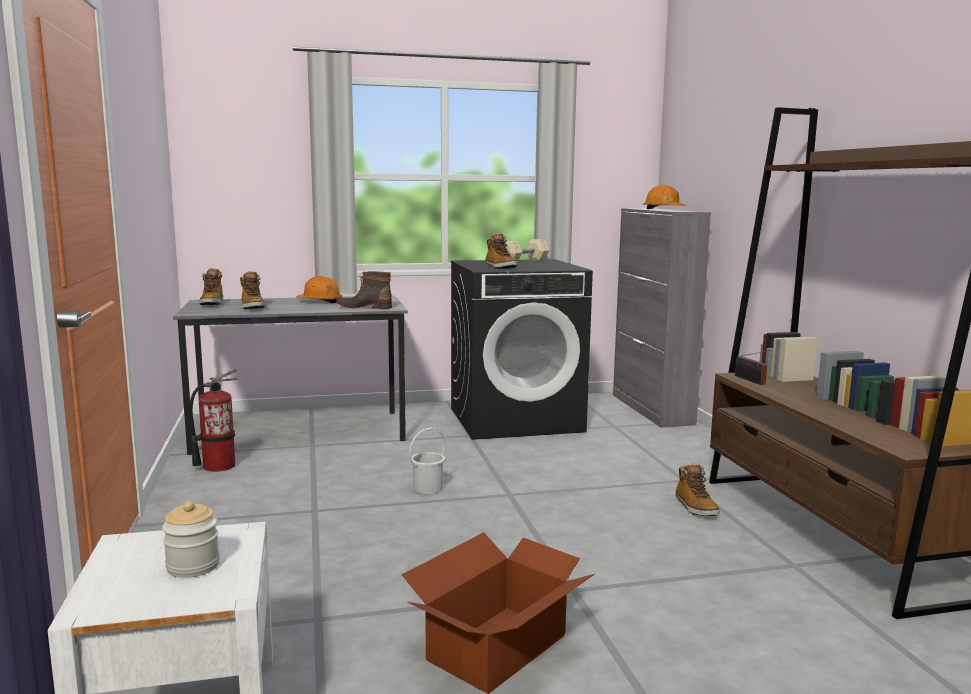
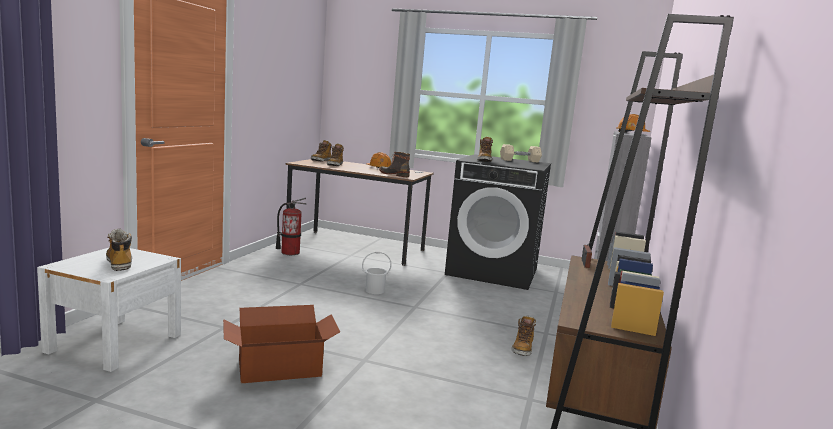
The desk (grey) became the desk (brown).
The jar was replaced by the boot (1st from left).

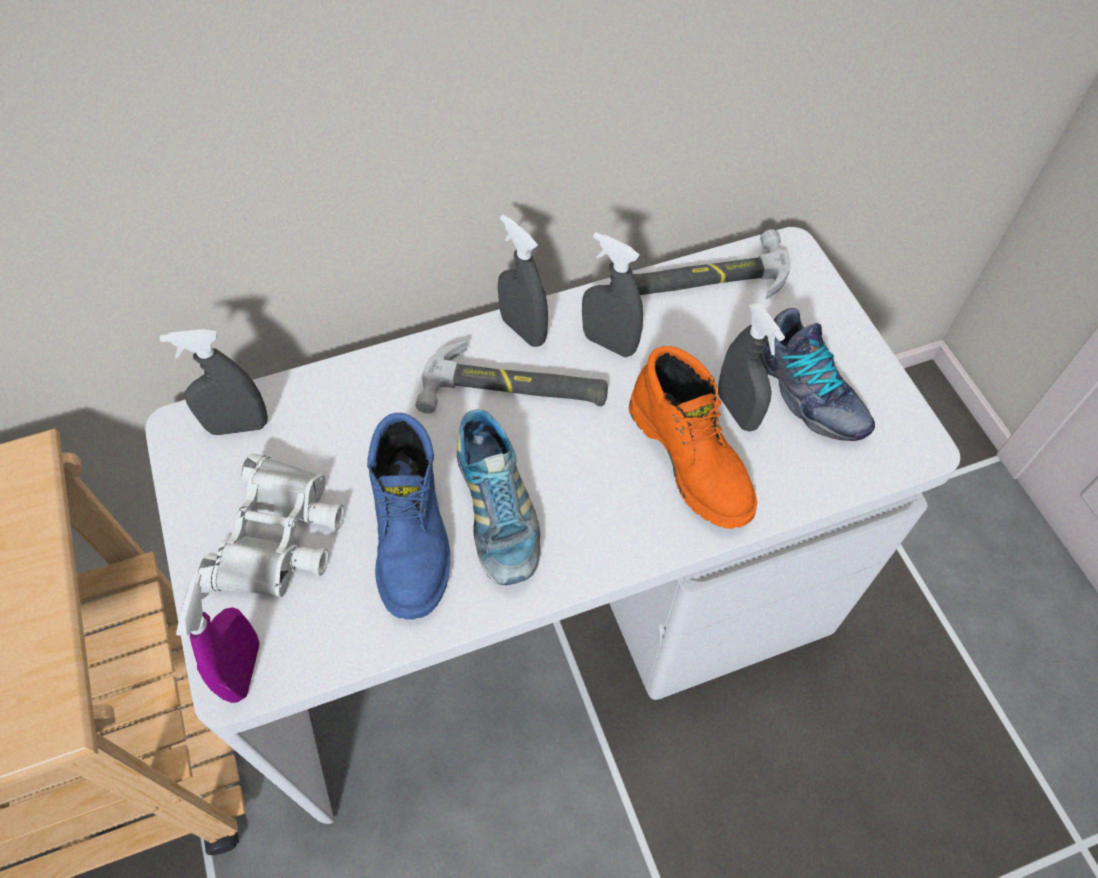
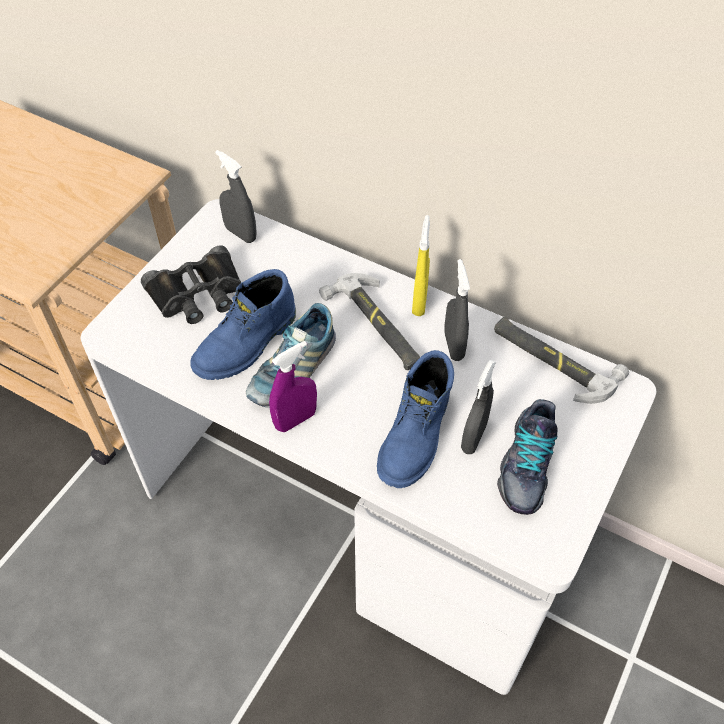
The spray bottle (grey) (2nd from left) became the spray bottle (yellow).
The boot (orange) became the boot (blue) (2nd from left).
The binoculars (white) became the binoculars (black).
The spray bottle (purple) moved.

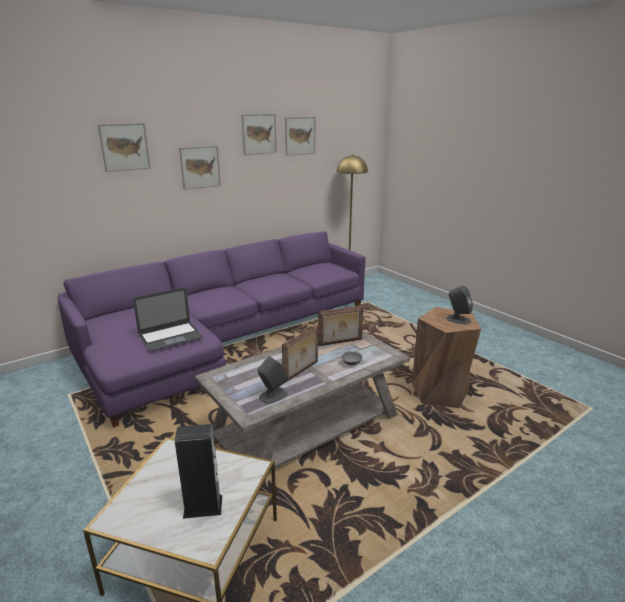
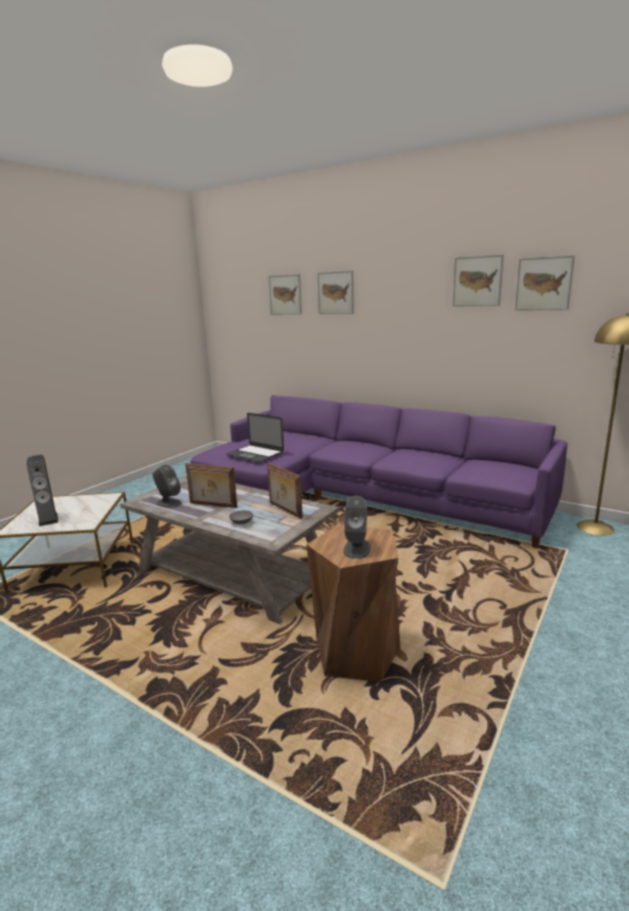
The picture (2nd from left in the first image) moved.

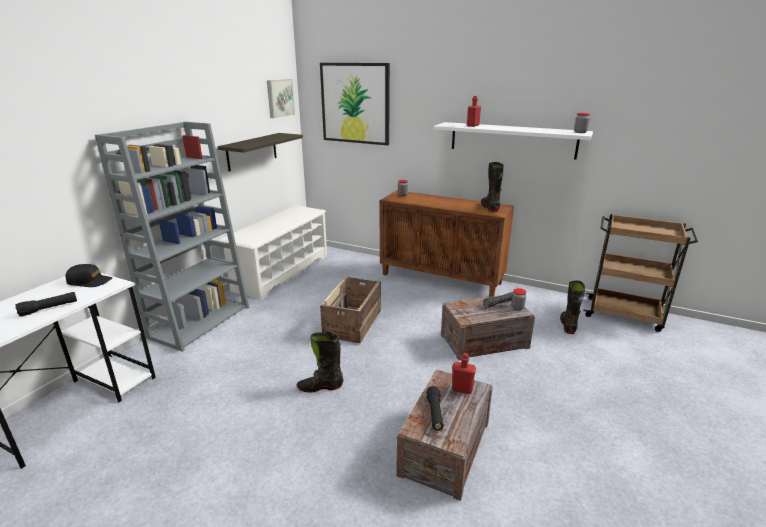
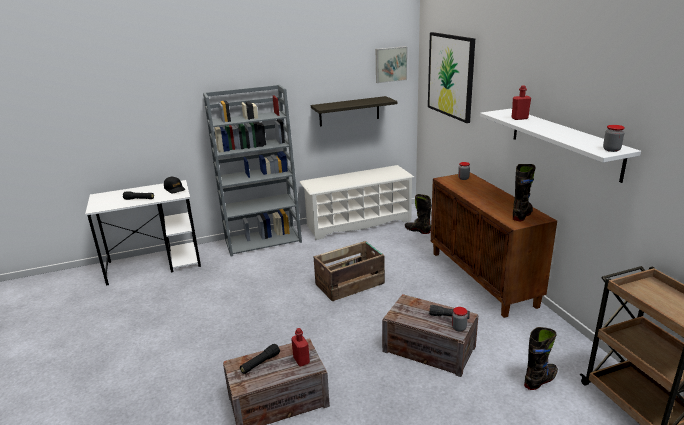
The boot (black) (1st from left) moved.

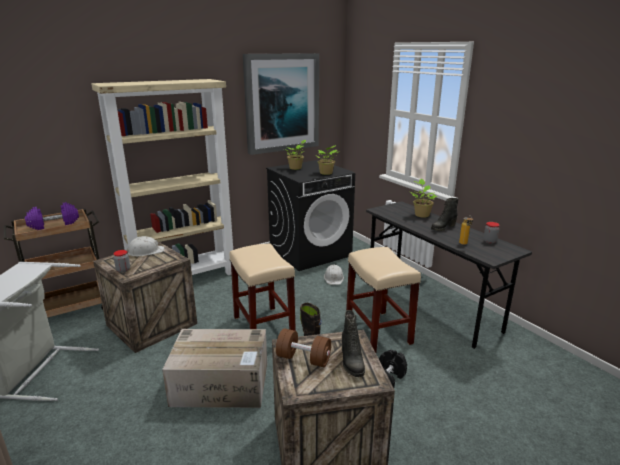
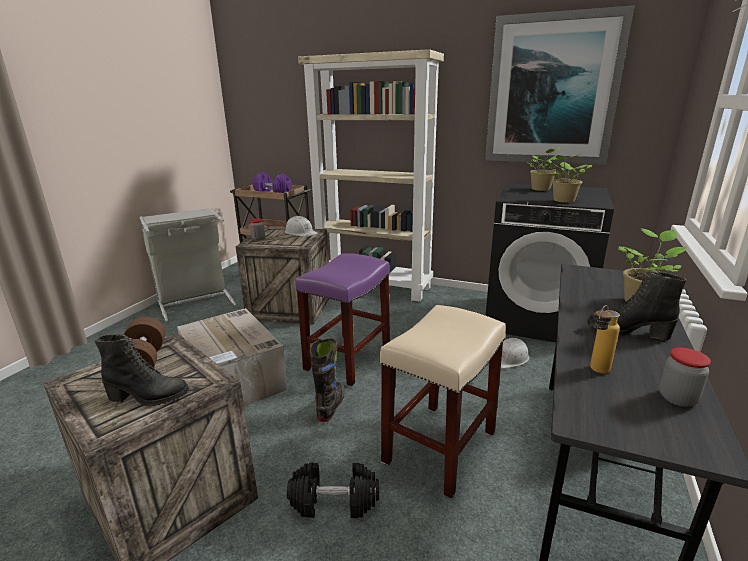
The stool (beige) (1st from left) became the stool (purple).
The boot (black) (2nd from left in the first image) turned 135 degrees counterclockwise.

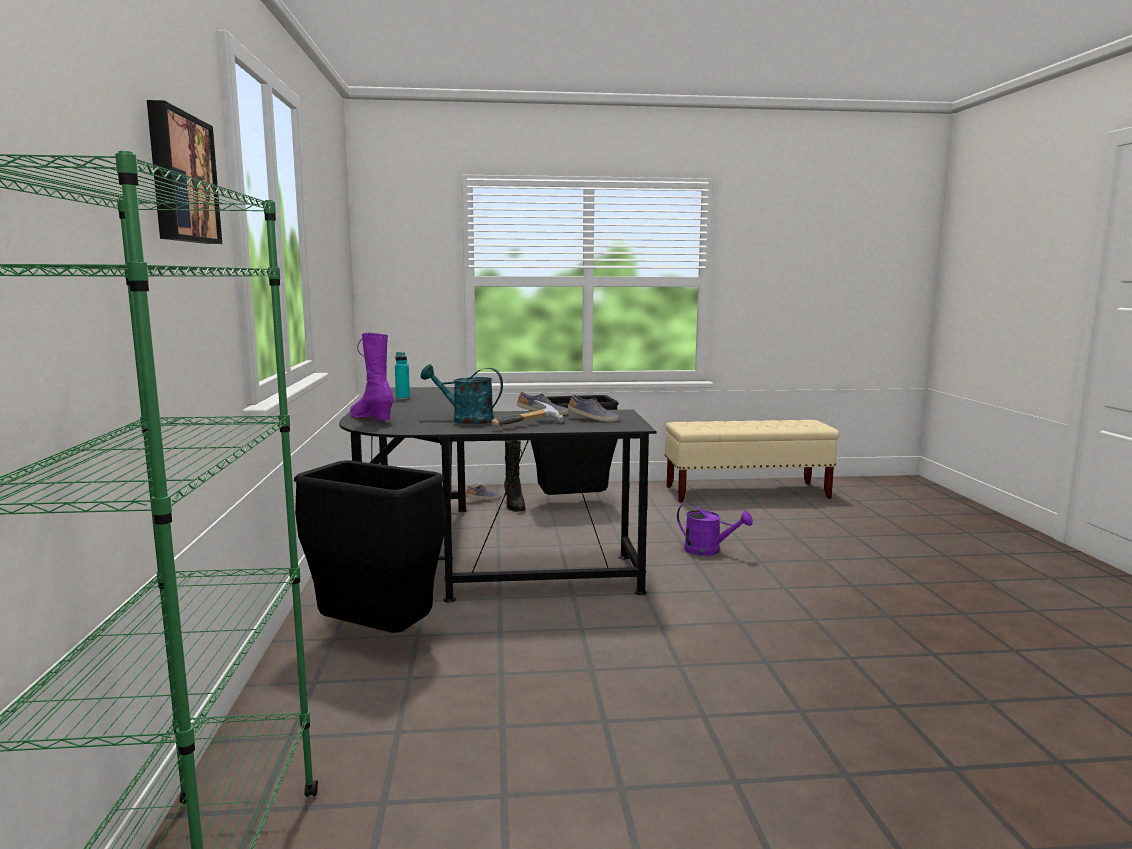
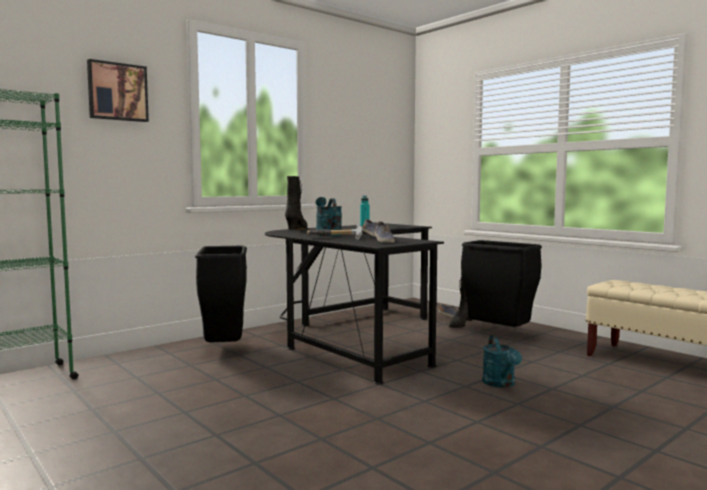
The boot (purple) became the boot (black) (1st from left).
The watering can (purple) became the watering can (turquoise) (2nd from left).

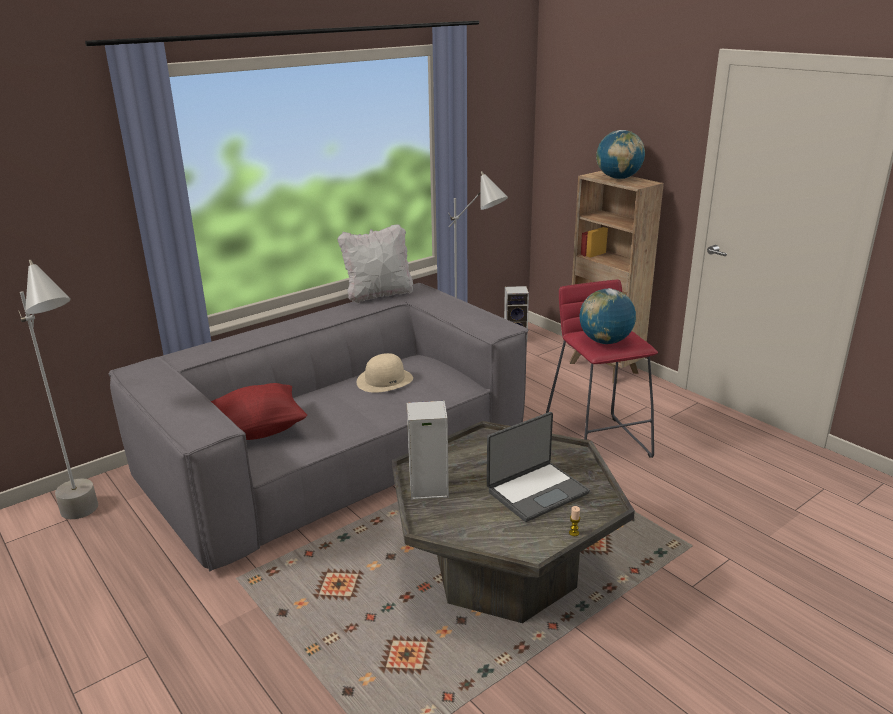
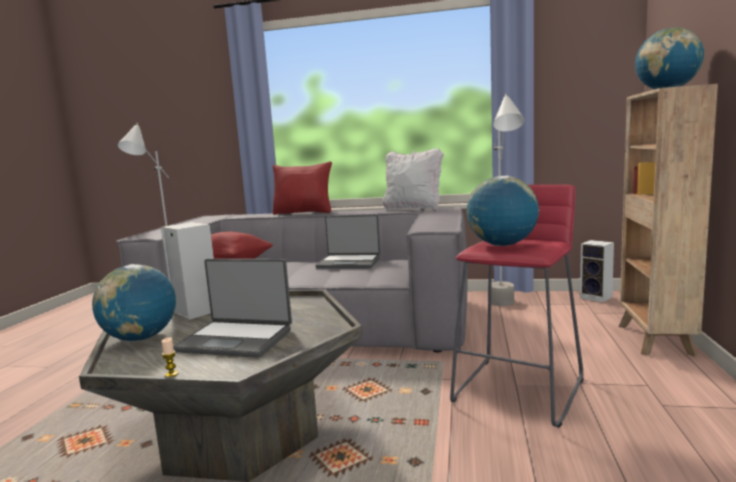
The hat (beige) was replaced by the laptop (2nd from left).
The pillow (red) (2nd from left) appeared.
The globe (1st from left) appeared.

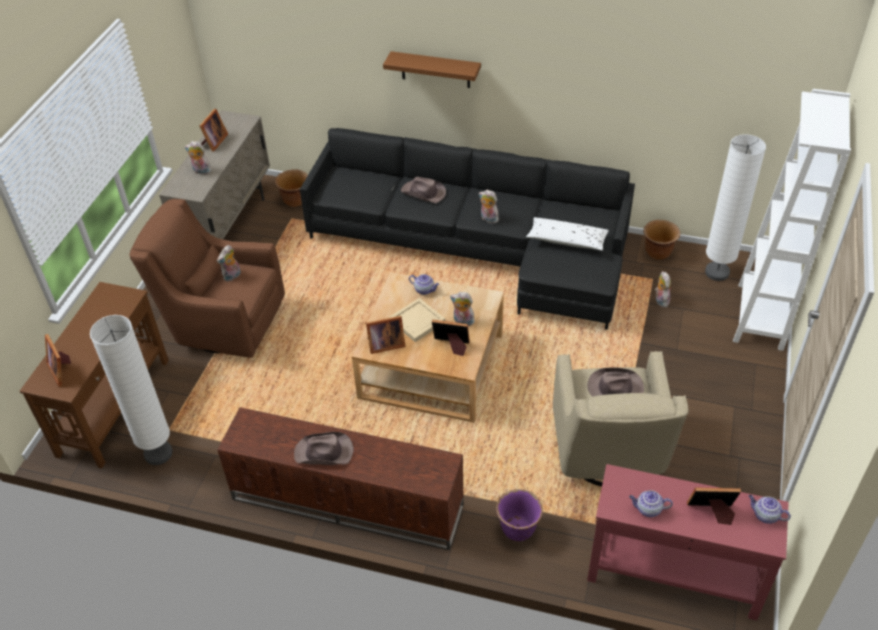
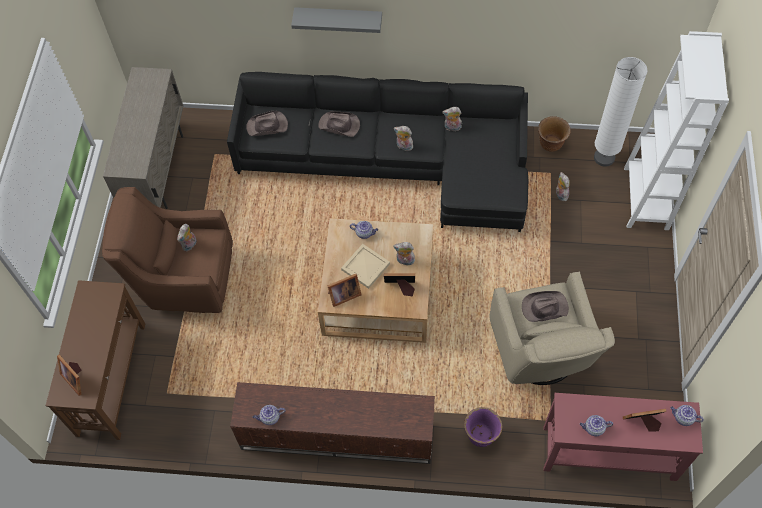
The shelf (brown) became the shelf (grey).
The picture frame (2nd from left) disappeared.
The plush toy (1st from left in the first image) moved.
The planter (brown) (1st from left) disappeared.
The pillow (white) disappeared.
The floor lamp (white) (1st from left) disappeared.
The hat (brown) (1st from left) moved.
The teapot (1st from left) appeared.

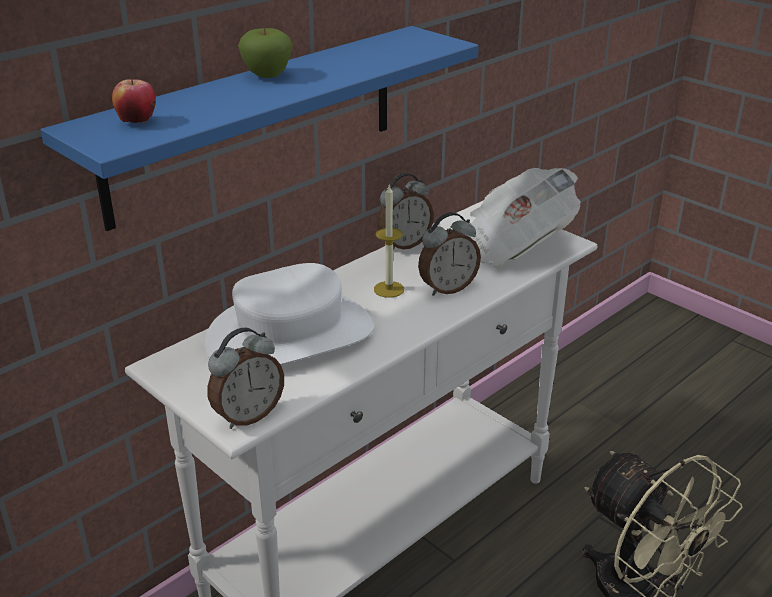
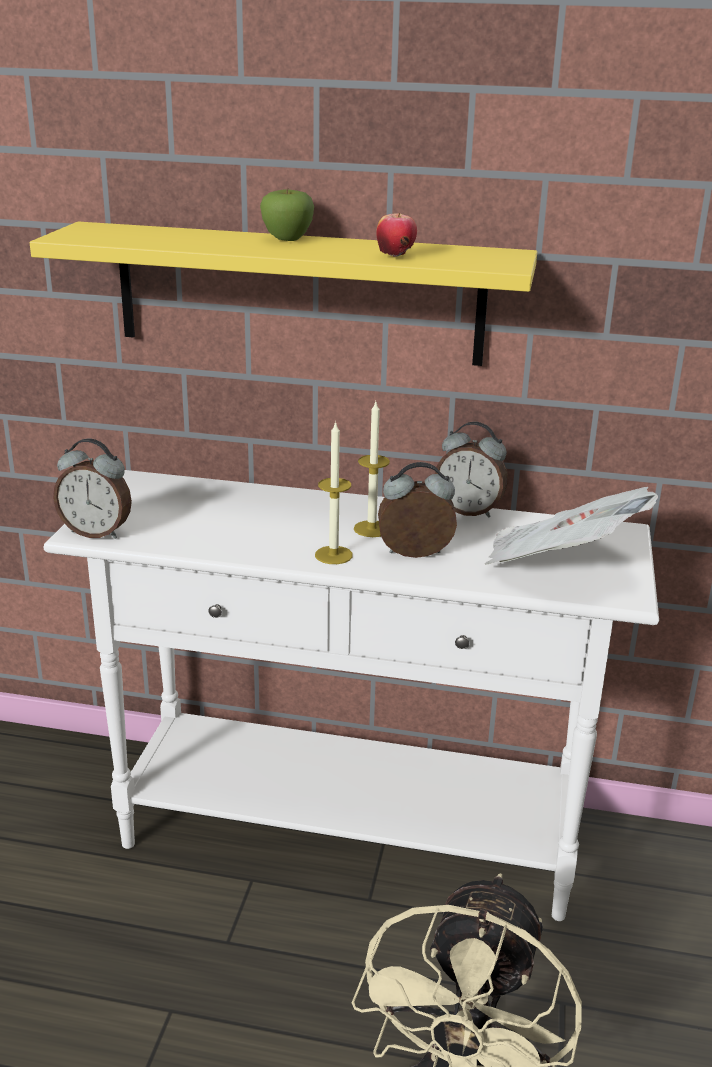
The shelf (blue) became the shelf (yellow).
The apple (1st from left in the first image) moved.
The alarm clock (3rd from left in the first image) turned 150 degrees clockwise.
The hat (white) disappeared.
The candle (1st from left) appeared.

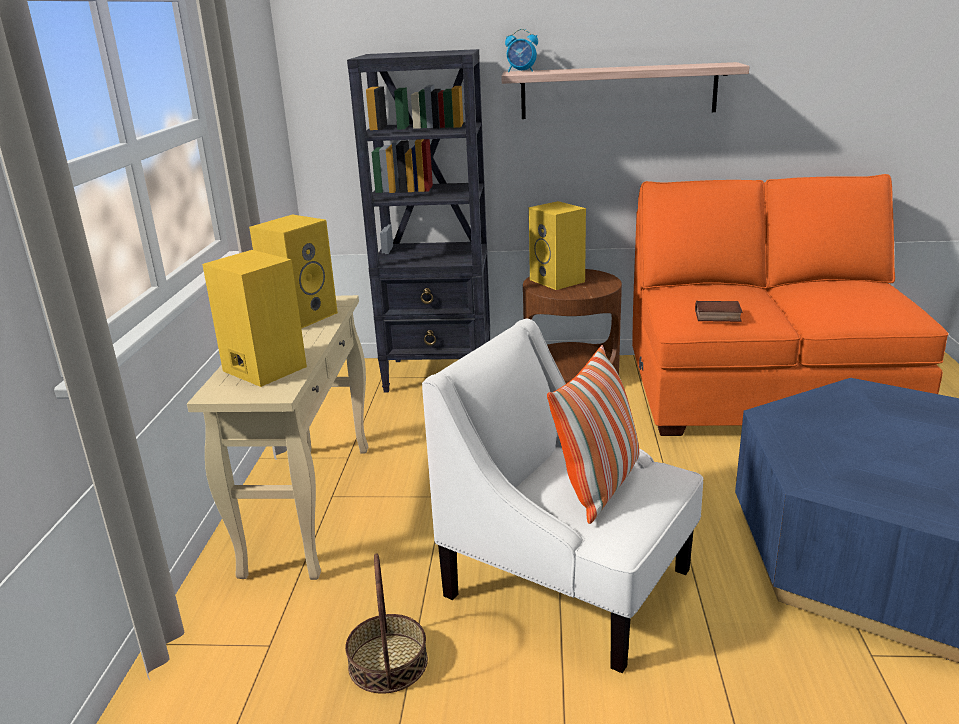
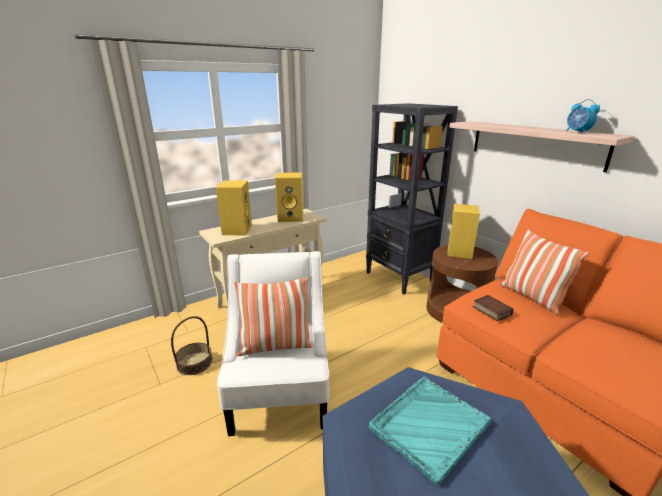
The alarm clock moved.
The pillow (2nd from left) appeared.
The tray (turquoise) appeared.

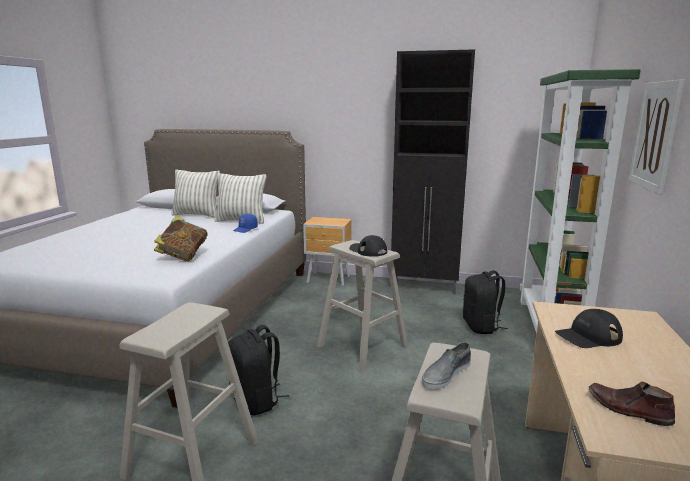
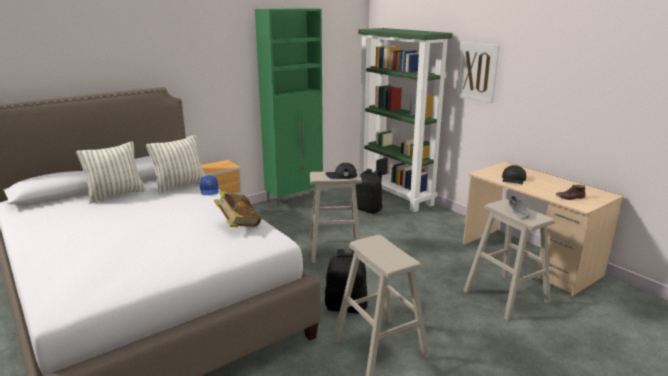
The cabinet (black) became the cabinet (green).

